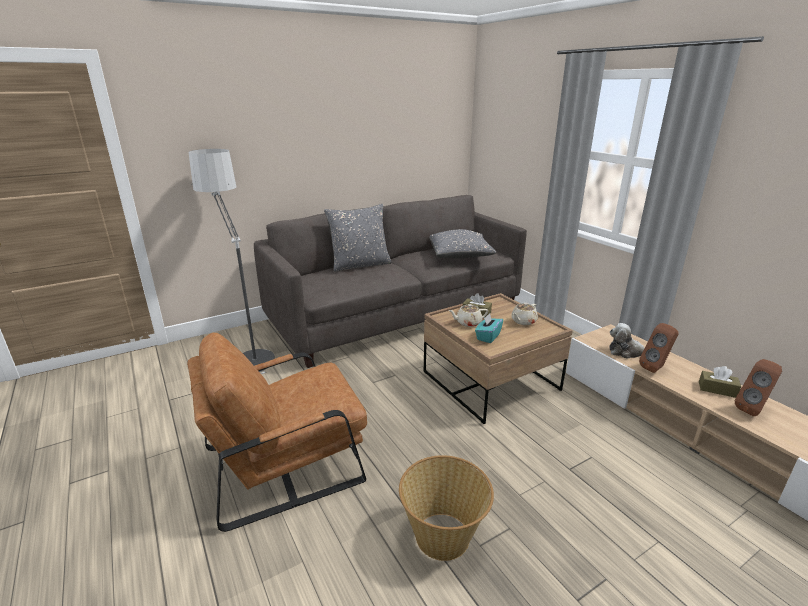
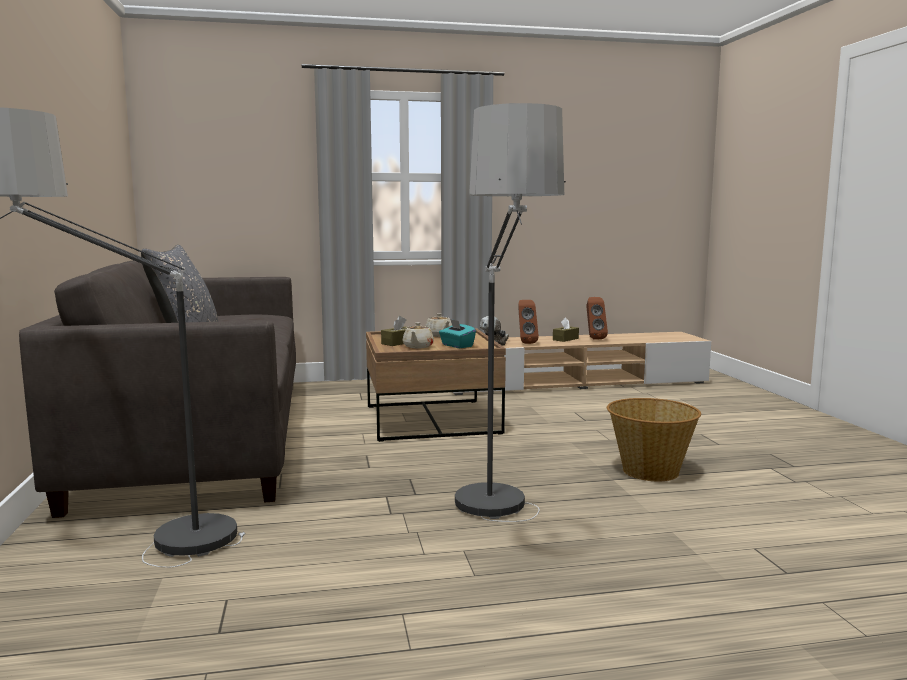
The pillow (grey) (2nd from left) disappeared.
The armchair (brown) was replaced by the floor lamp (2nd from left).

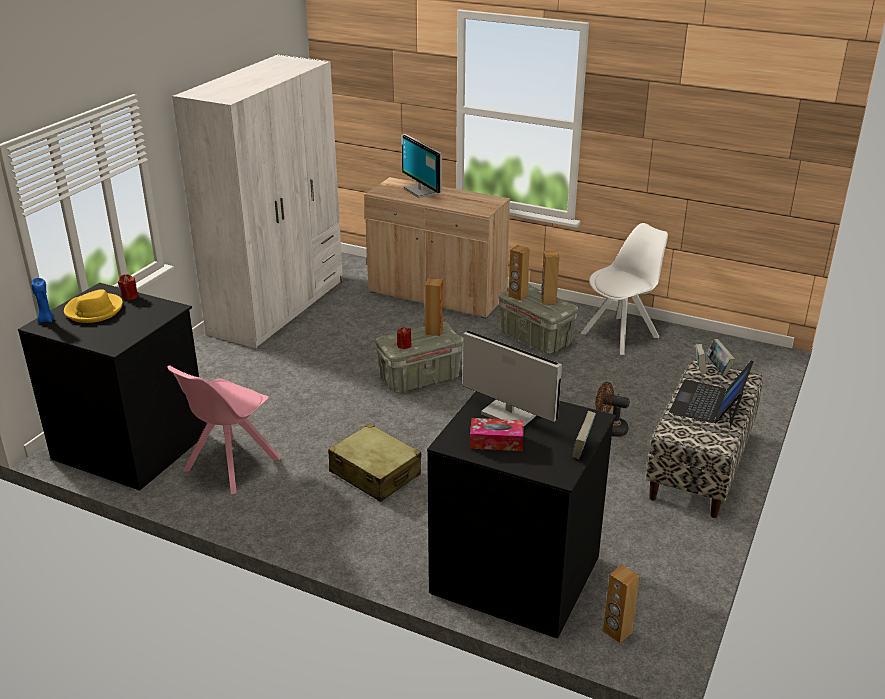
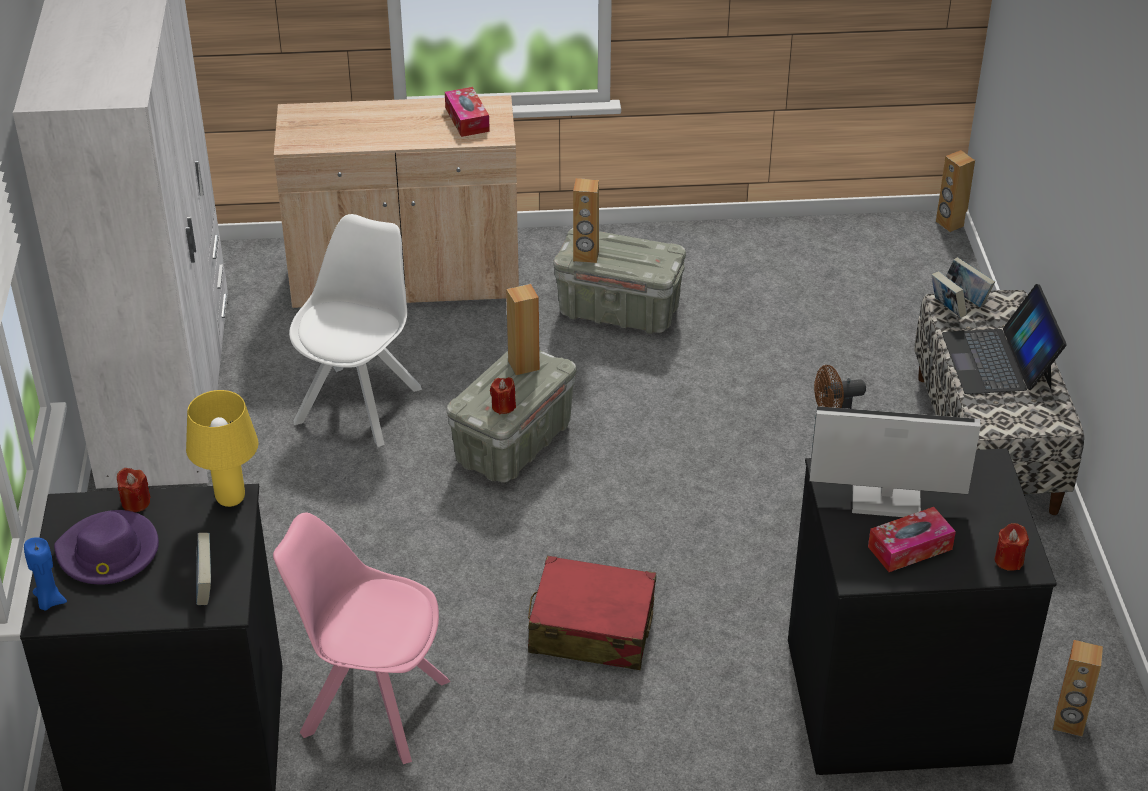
The monitor (1st from left) disappeared.
The chair (white) moved.
The speaker (brown) (3rd from left) moved.
The hat (yellow) became the hat (purple).
The chair (pink) turned 105 degrees clockwise.
The book (1st from left) moved.
The suitcase (beige) became the suitcase (red).
The tissue box (1st from left) appeared.
The table lamp (yellow) appeared.
The candle (red) (3rd from left) appeared.

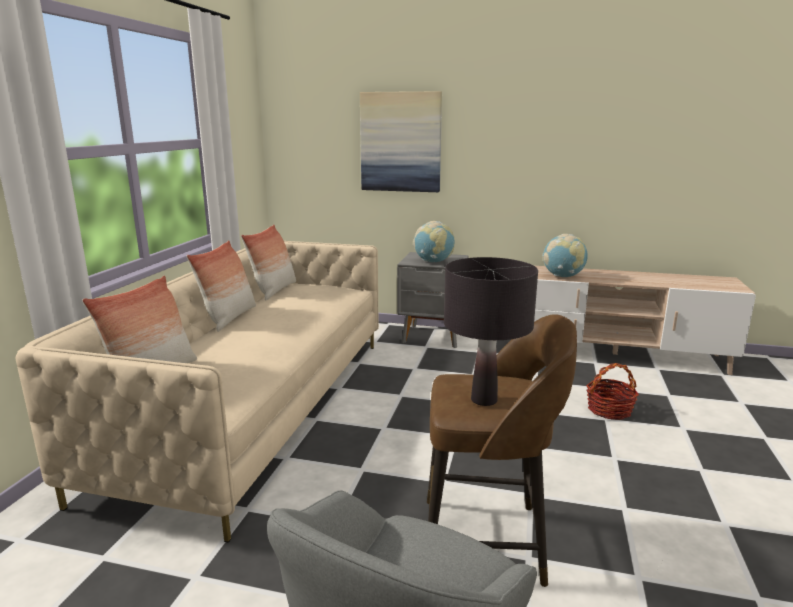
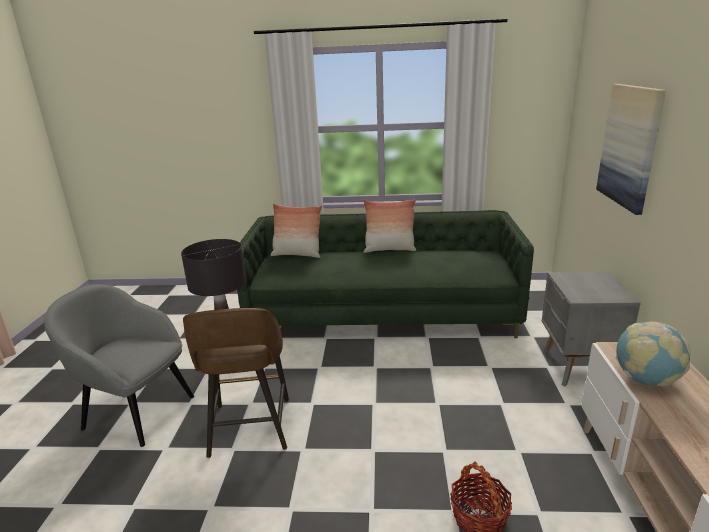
The globe (1st from left) disappeared.
The pillow (3rd from left) disappeared.
The sofa (beige) became the sofa (green).

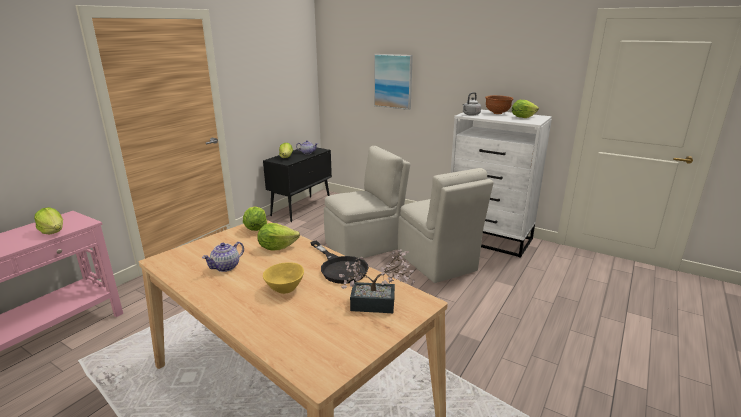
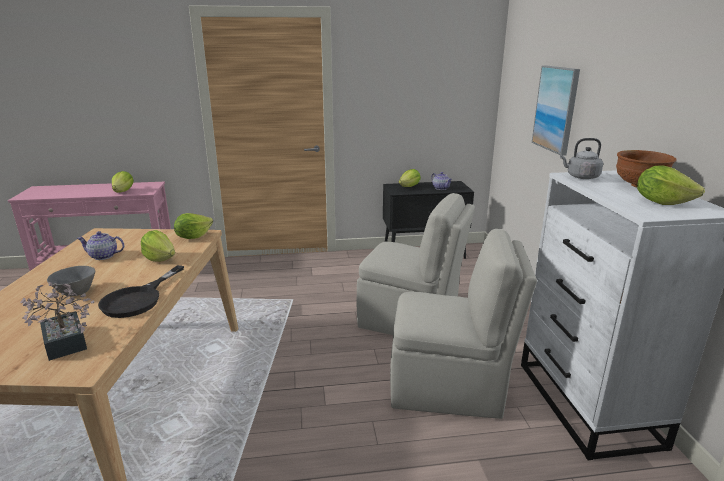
The chair (beige) (2nd from left) turned 105 degrees counterclockwise.
The bowl (yellow) became the bowl (grey).

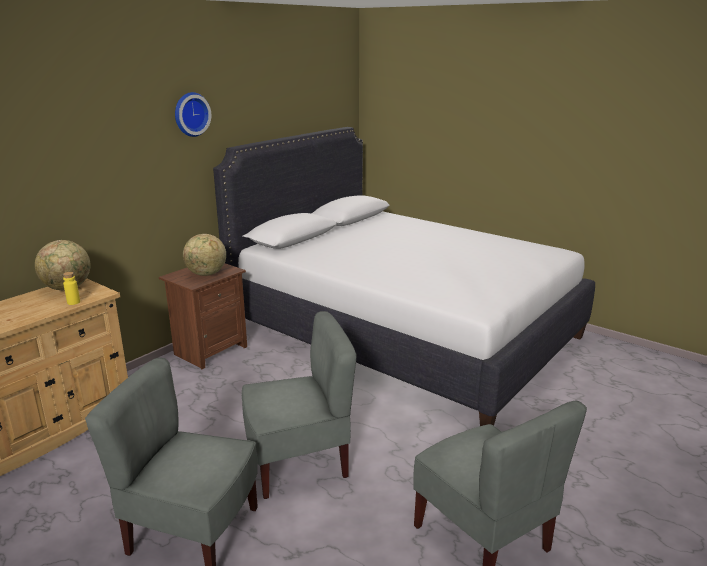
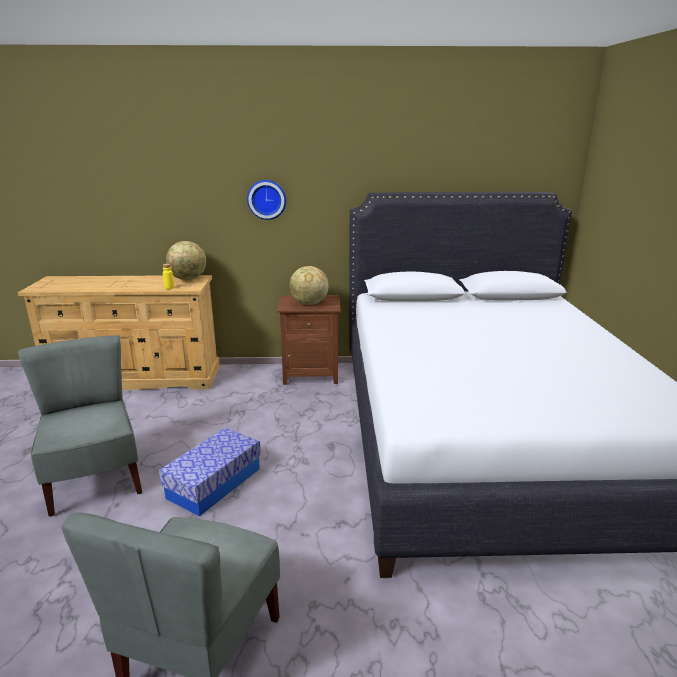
The wall clock moved.
The chair (grey) (2nd from left) was replaced by the storage box.

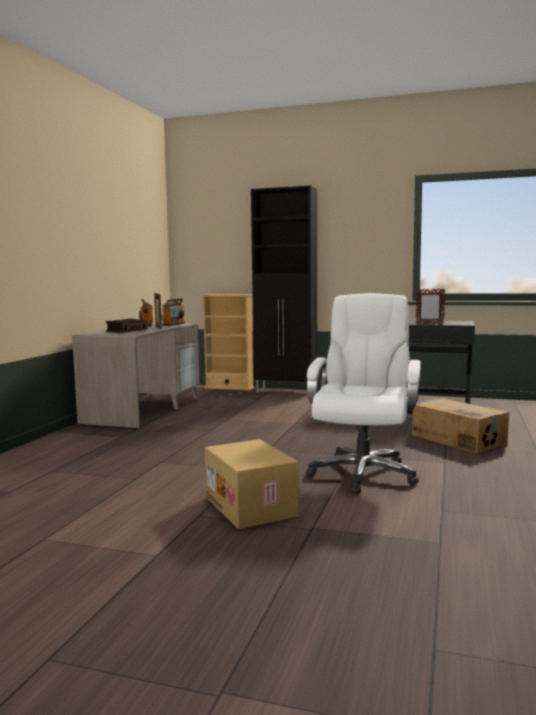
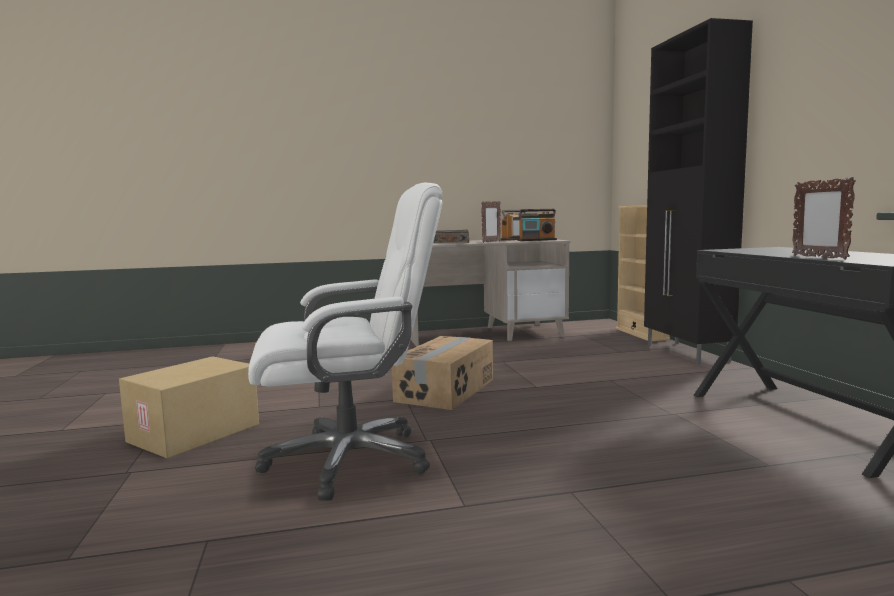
The cardboard box (2nd from left) moved.

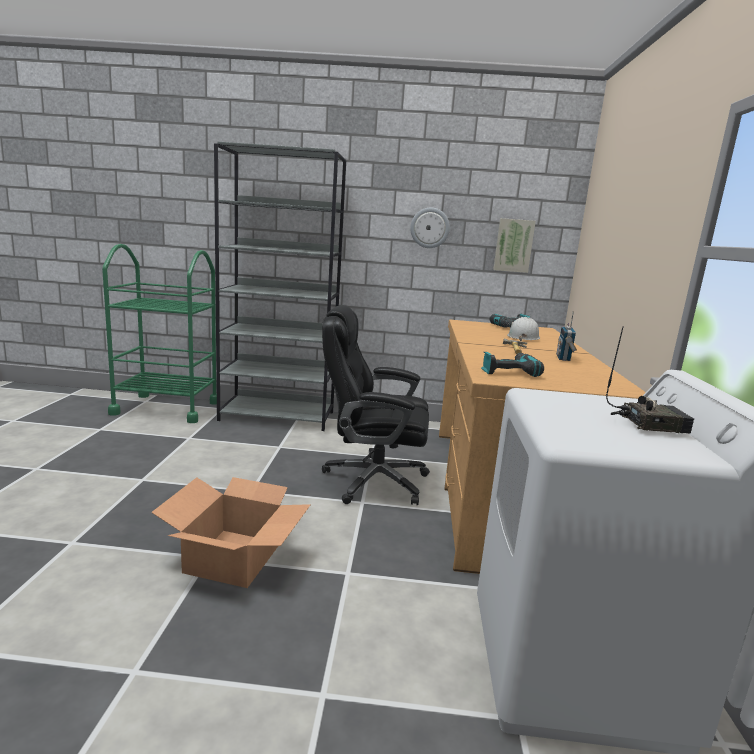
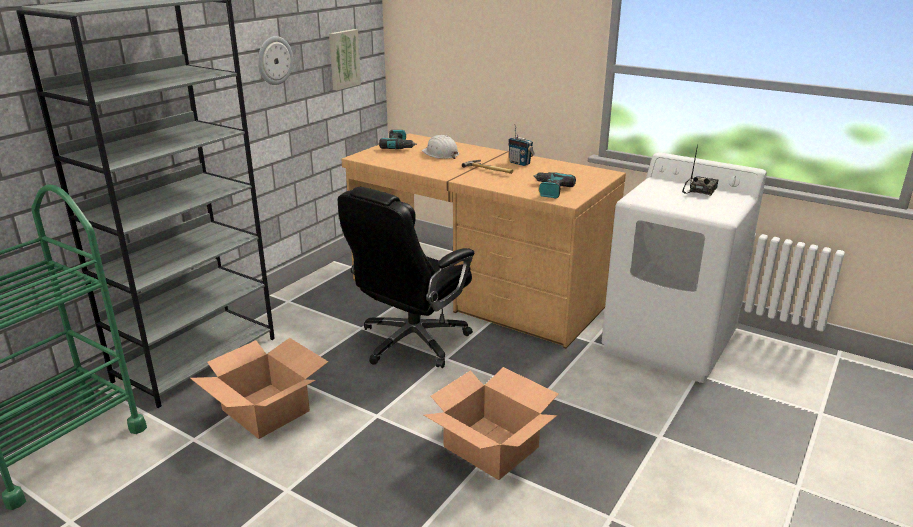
The cardboard box (1st from left) appeared.

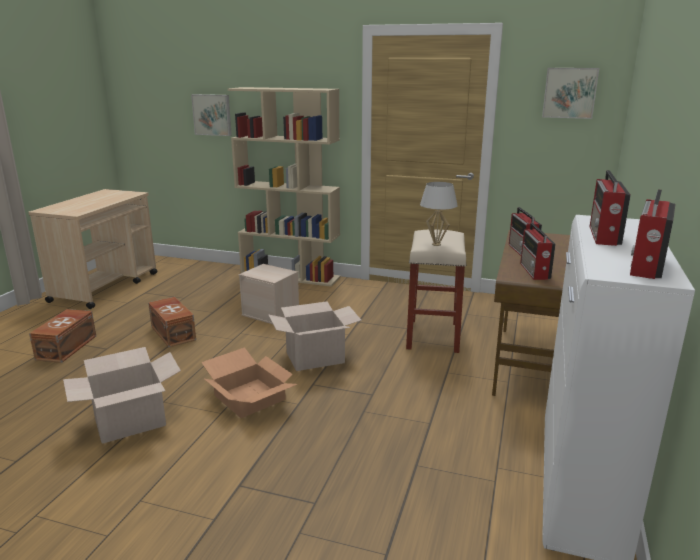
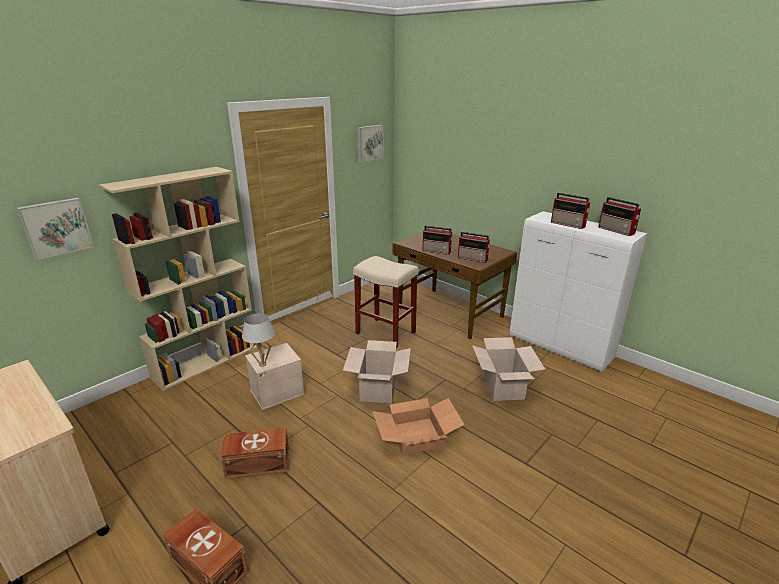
The table lamp (white) moved.
The cardboard box (1st from left in the first image) moved.

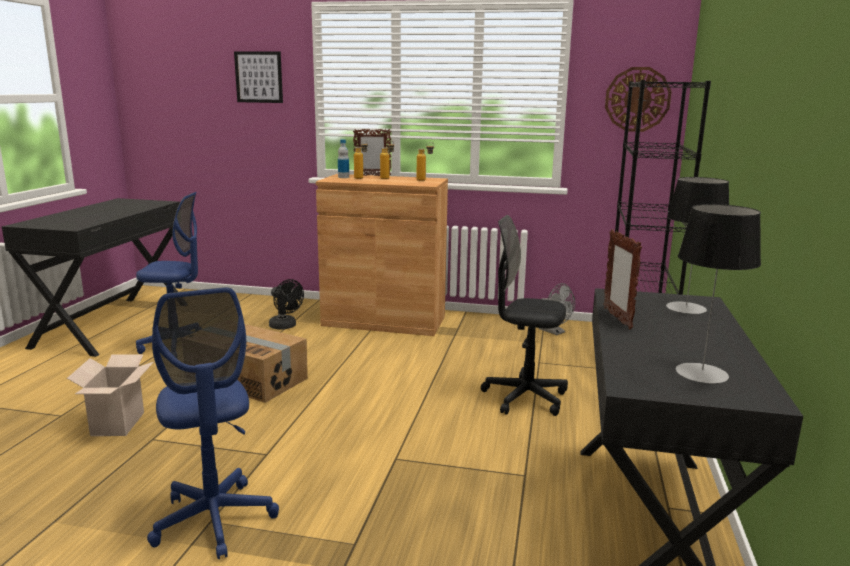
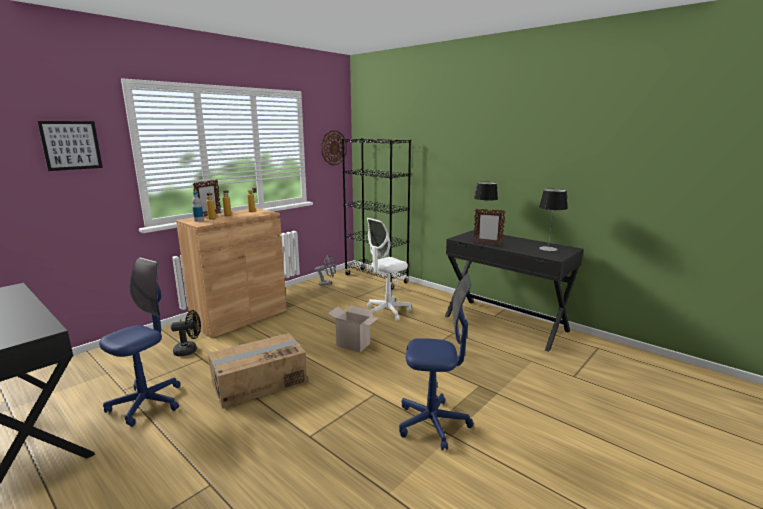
The office chair (black) became the office chair (white).
The cardboard box (1st from left in the first image) moved.

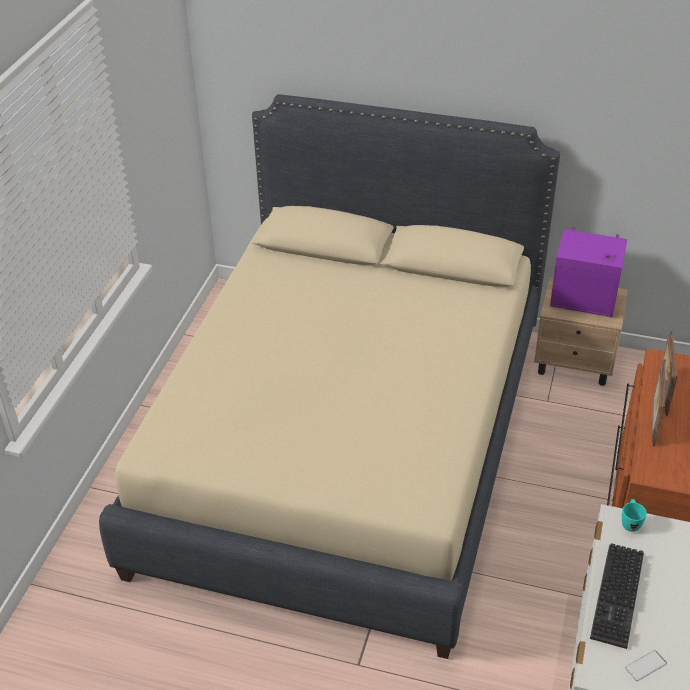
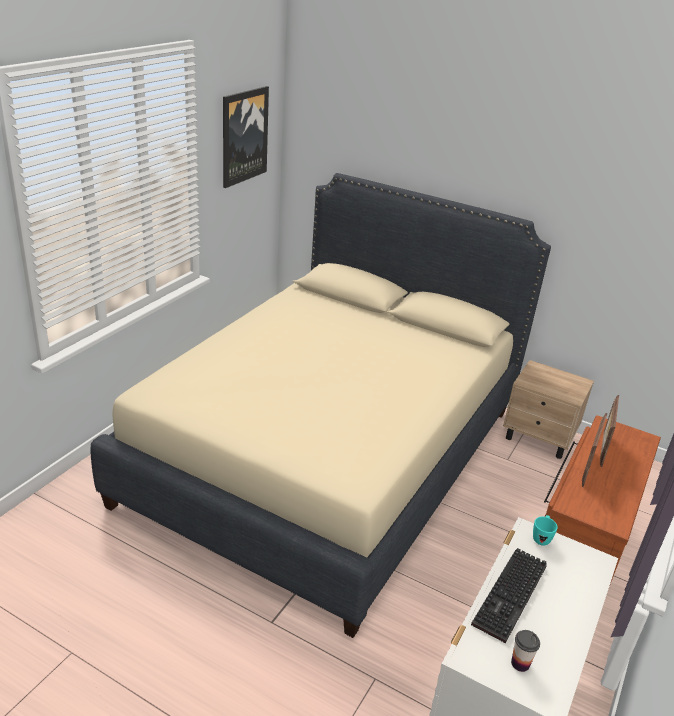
The speaker (purple) disappeared.
The phone was replaced by the cup.
The picture appeared.

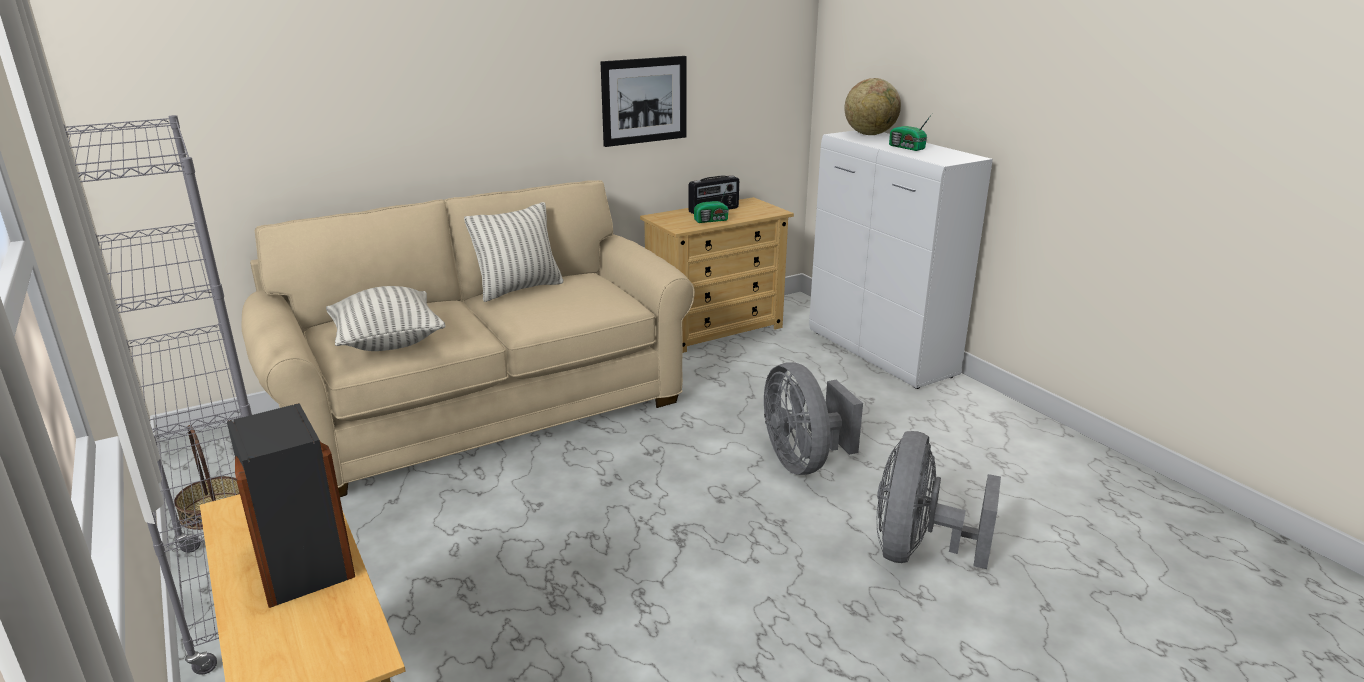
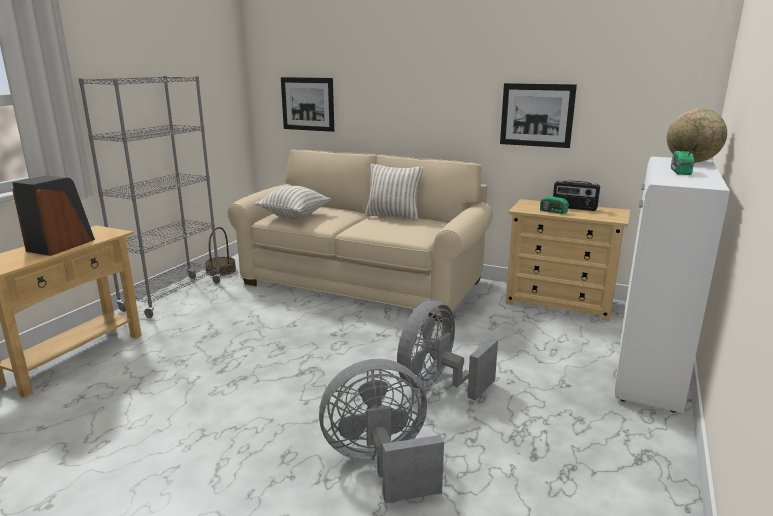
The picture (1st from left) appeared.

